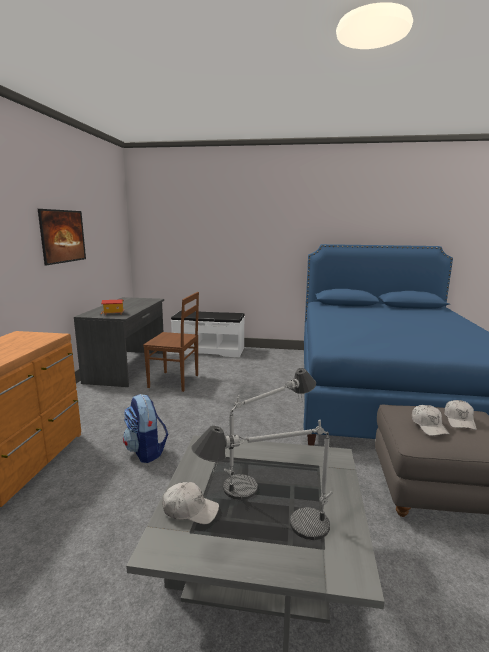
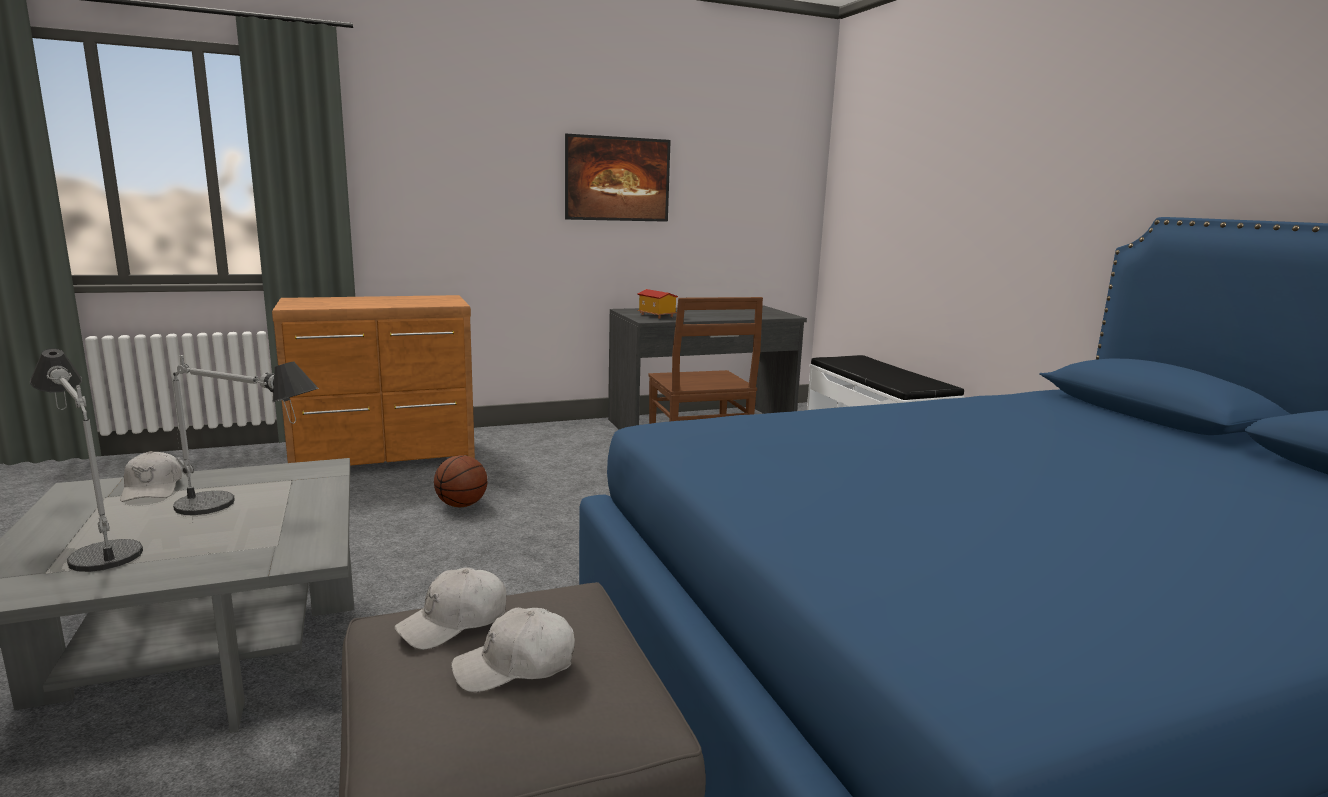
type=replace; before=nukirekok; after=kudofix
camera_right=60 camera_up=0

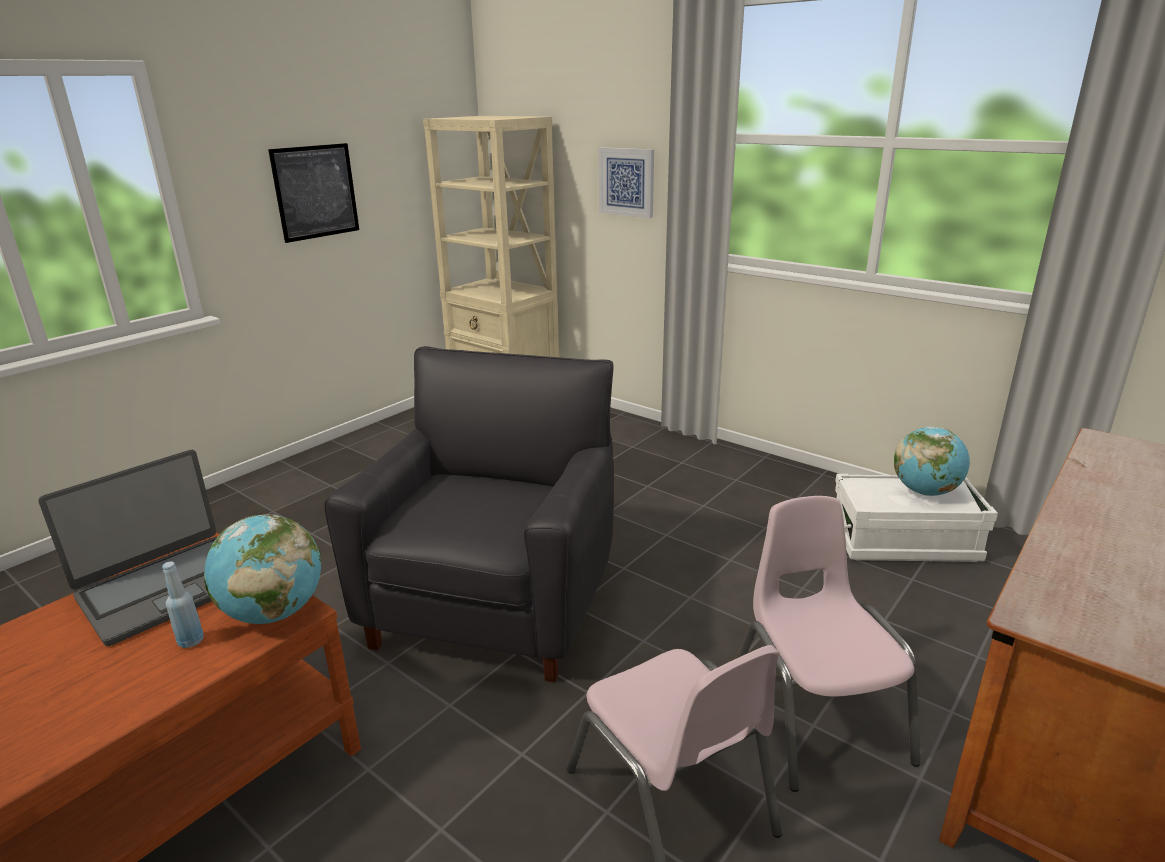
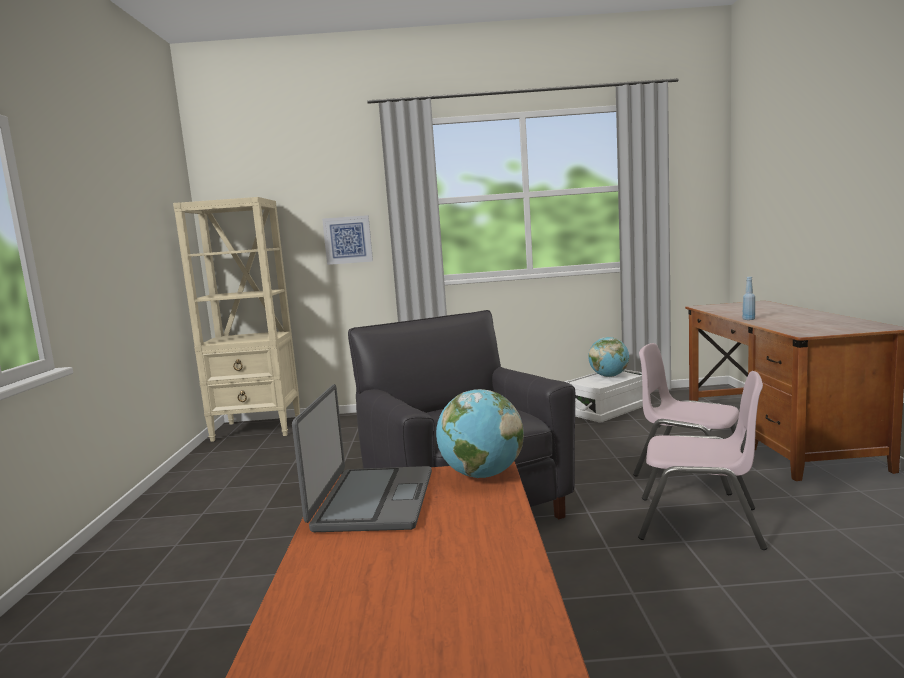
type=delete; before=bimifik (1st from left)
type=move; before=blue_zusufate
camera_right=-40 camera_up=-15

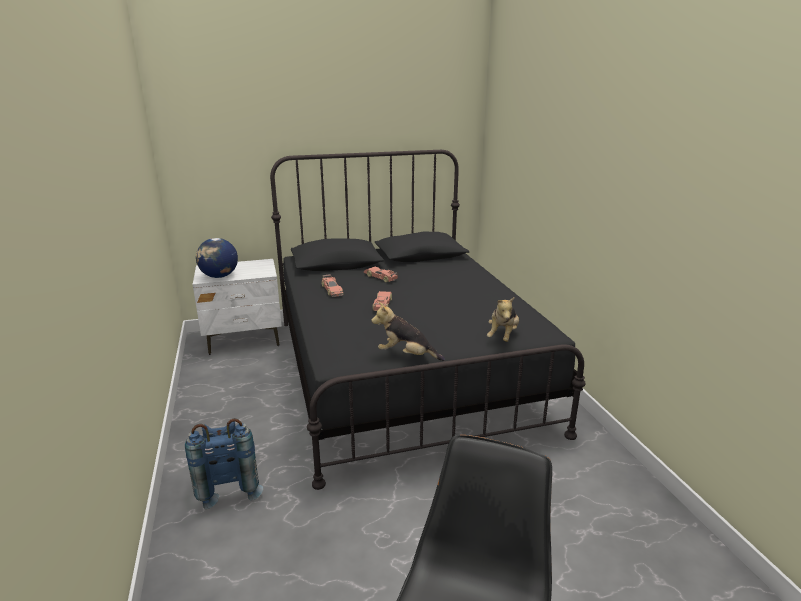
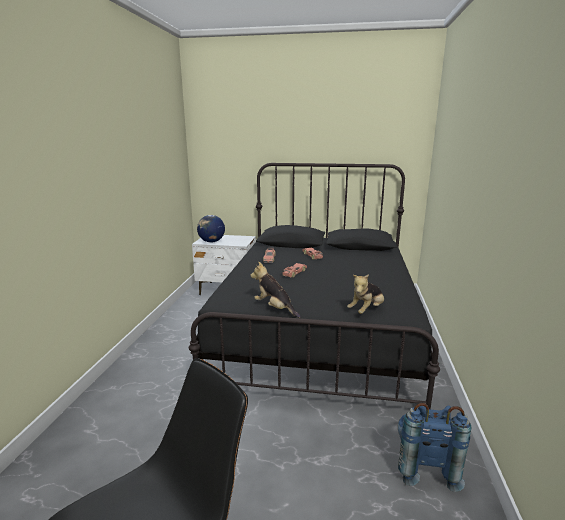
type=move; before=blue_nukirekok
camera_right=25 camera_up=-5

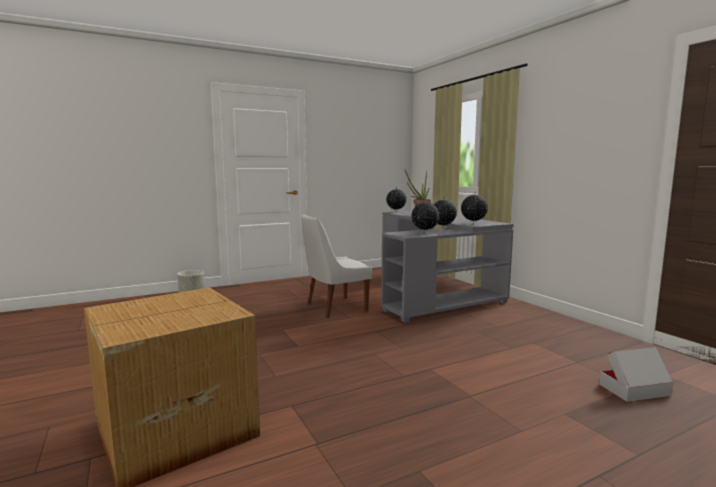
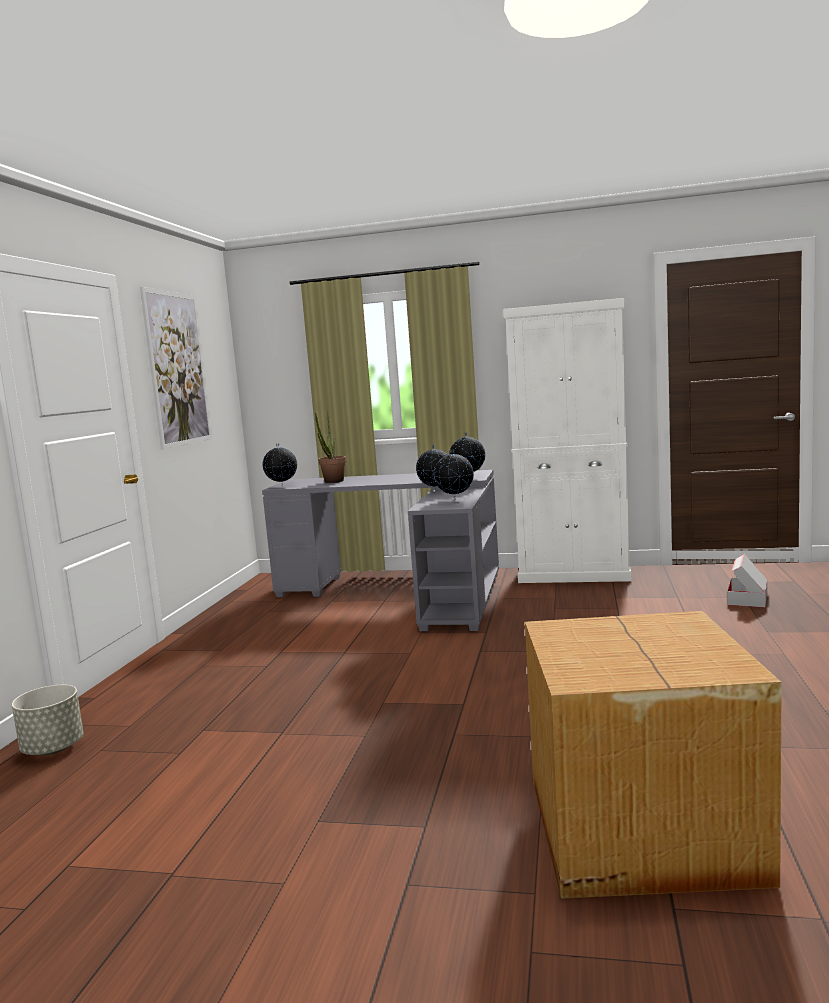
type=delete; before=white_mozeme
type=insert; after=bimifik
type=insert; after=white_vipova
camera_right=-50 camera_up=0

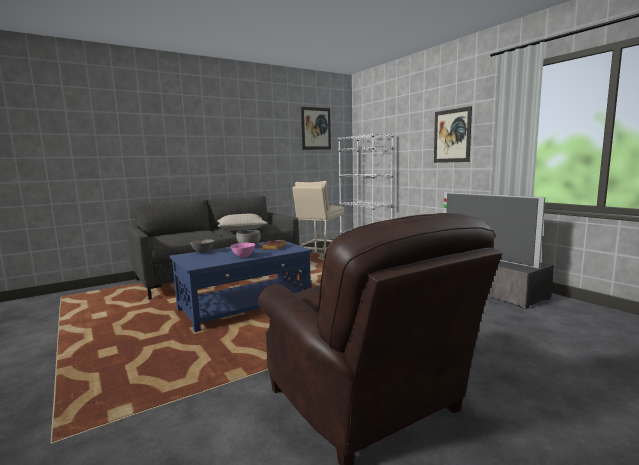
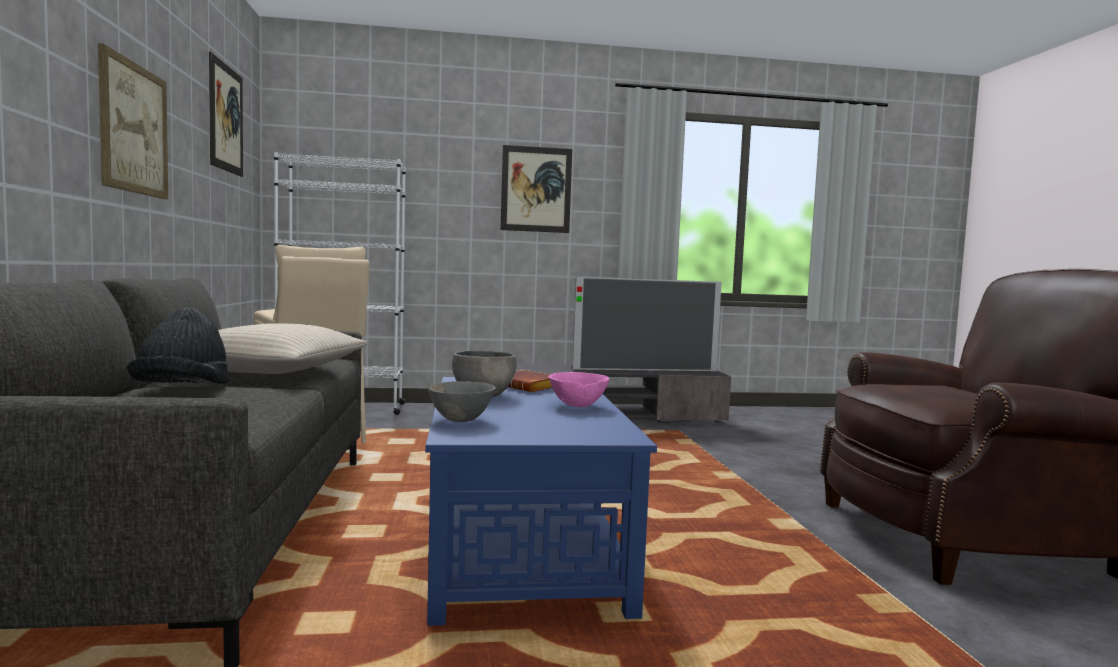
type=insert; after=bimifik (1st from left)
type=insert; after=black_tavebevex
camera_right=-65 camera_up=-5

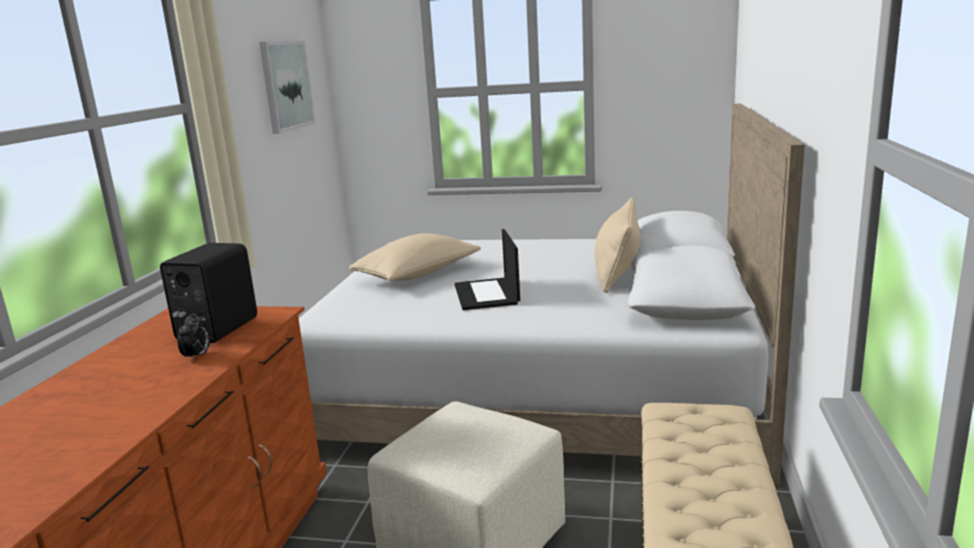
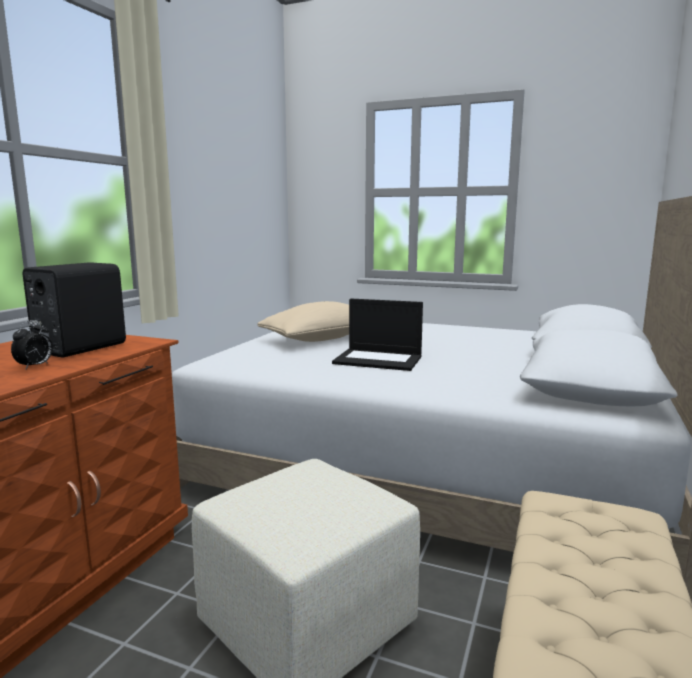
type=delete; before=bimifik
type=delete; before=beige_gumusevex (2nd from left)
type=rotate; before=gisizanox; turn=-75
camera_right=10 camera_up=-5

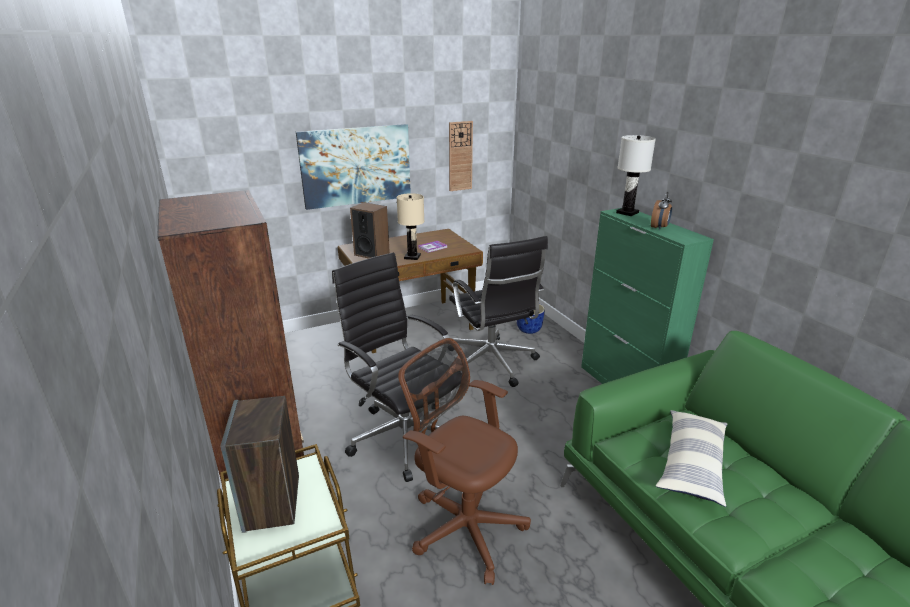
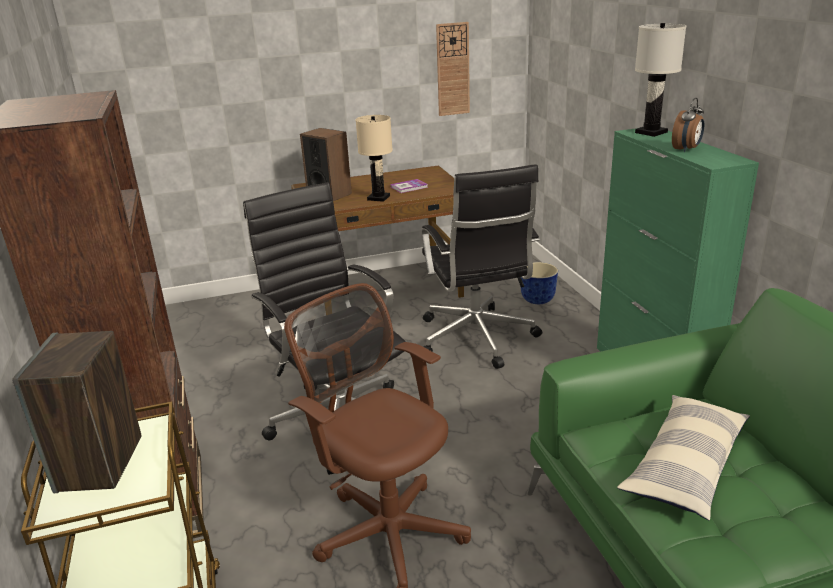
type=delete; before=bimifik
camera_right=10 camera_up=0

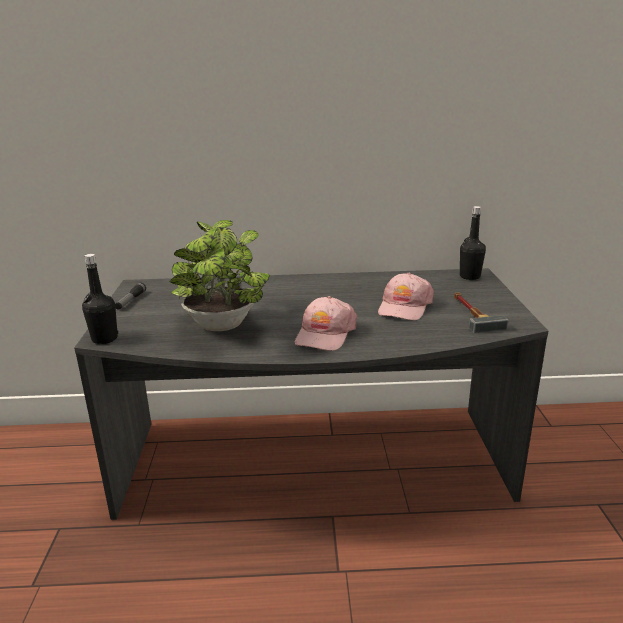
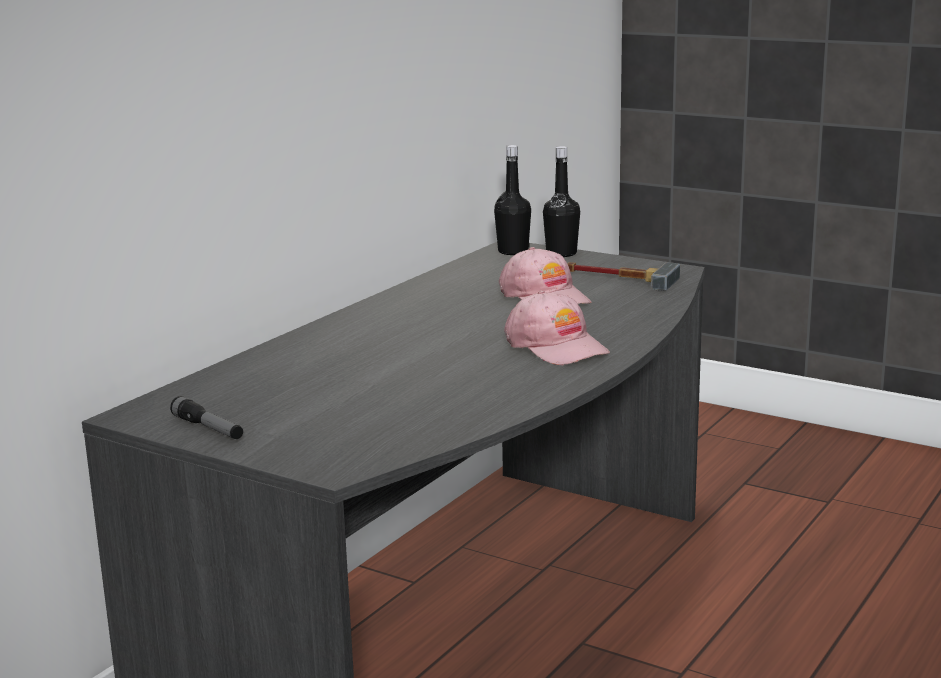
type=delete; before=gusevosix
type=move; before=black_zusufate (1st from left in the first image); after=black_zusufate (2nd from left)
camera_right=-55 camera_up=-5

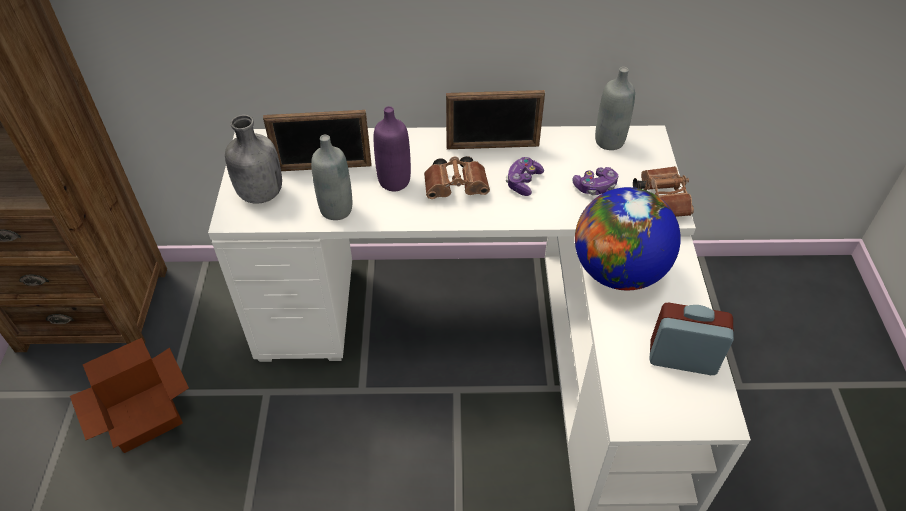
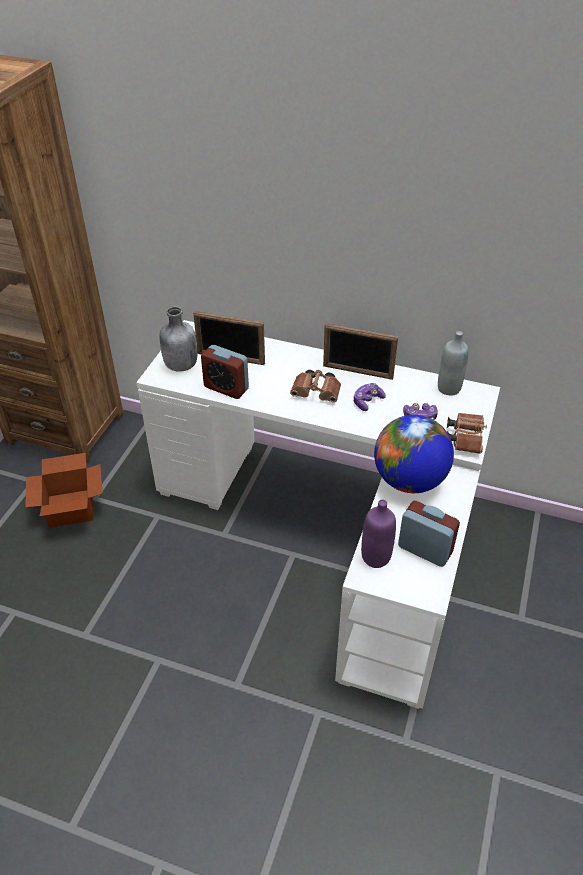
type=move; before=purple_zusufate
type=replace; before=grey_zusufate (2nd from left); after=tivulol (1st from left)
camera_right=20 camera_up=-5

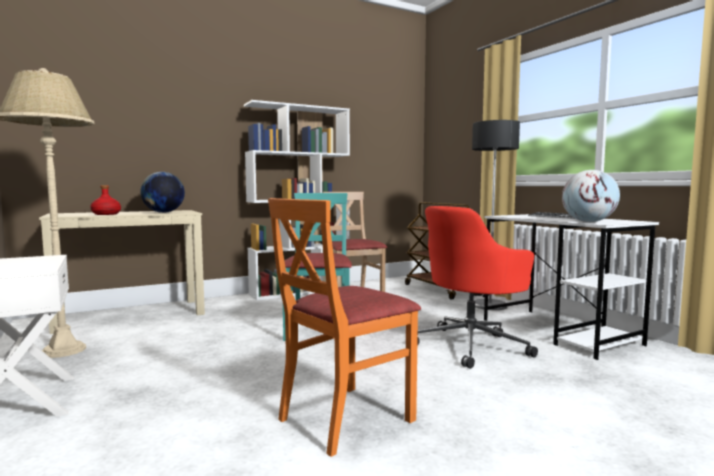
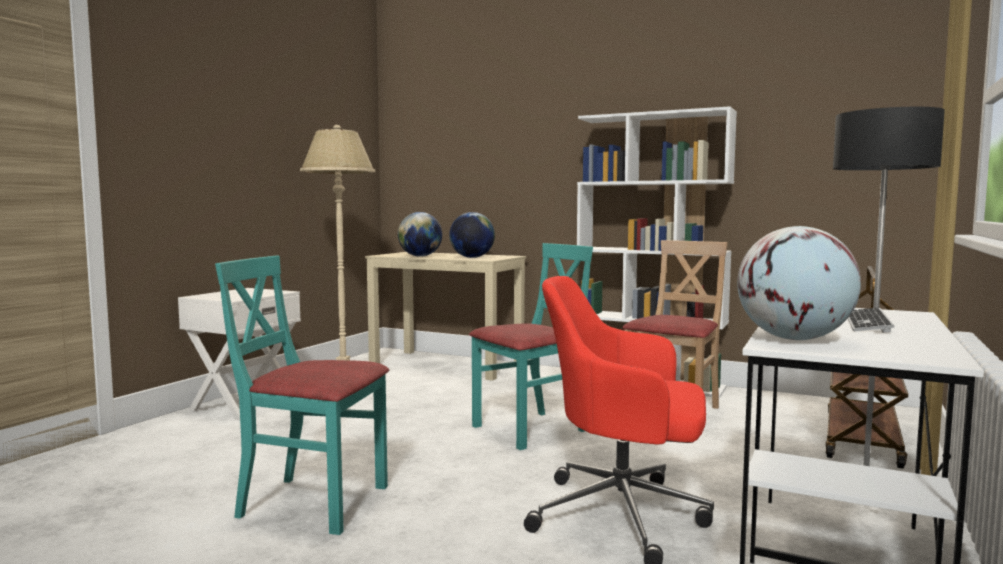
type=replace; before=red_zusufate; after=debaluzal (1st from left)
type=recolor; before=orange_mozeme; after=turquoise_mozeme (1st from left)
camera_right=55 camera_up=0

